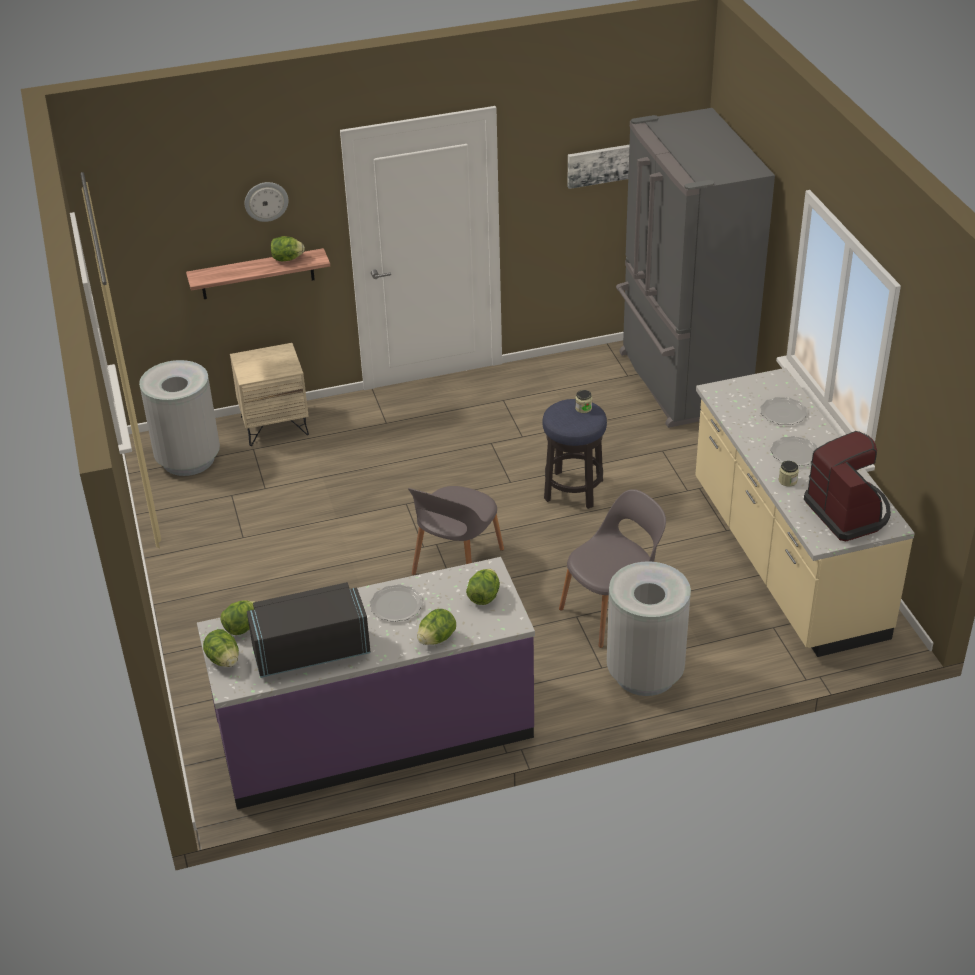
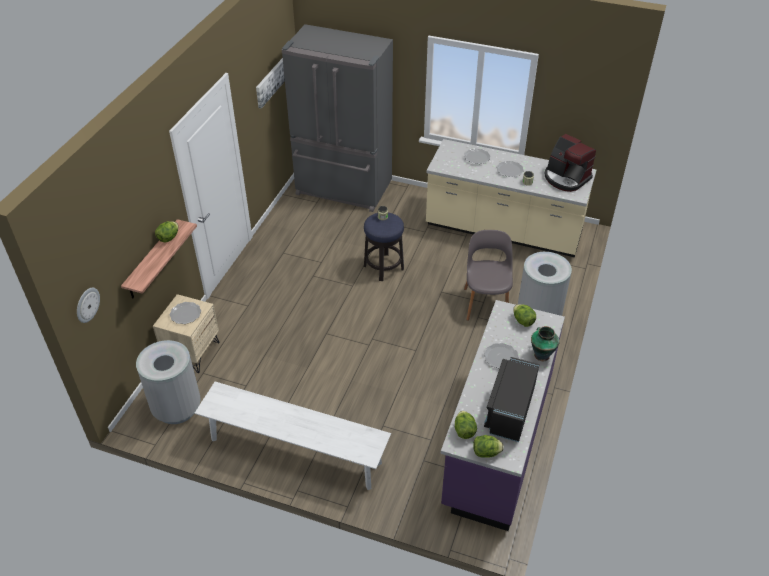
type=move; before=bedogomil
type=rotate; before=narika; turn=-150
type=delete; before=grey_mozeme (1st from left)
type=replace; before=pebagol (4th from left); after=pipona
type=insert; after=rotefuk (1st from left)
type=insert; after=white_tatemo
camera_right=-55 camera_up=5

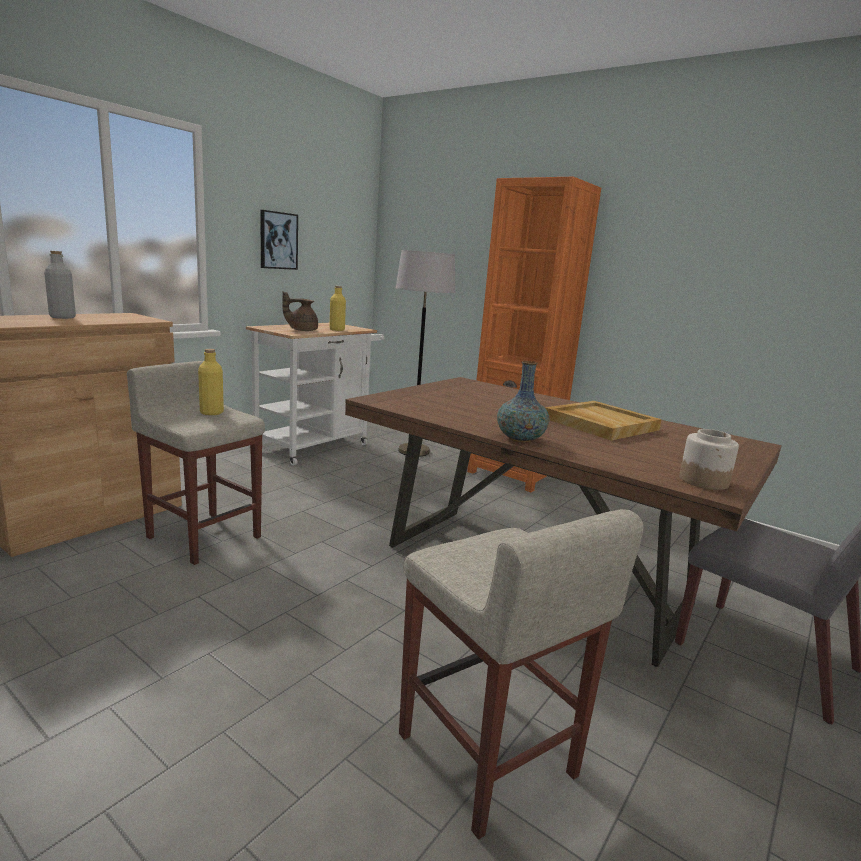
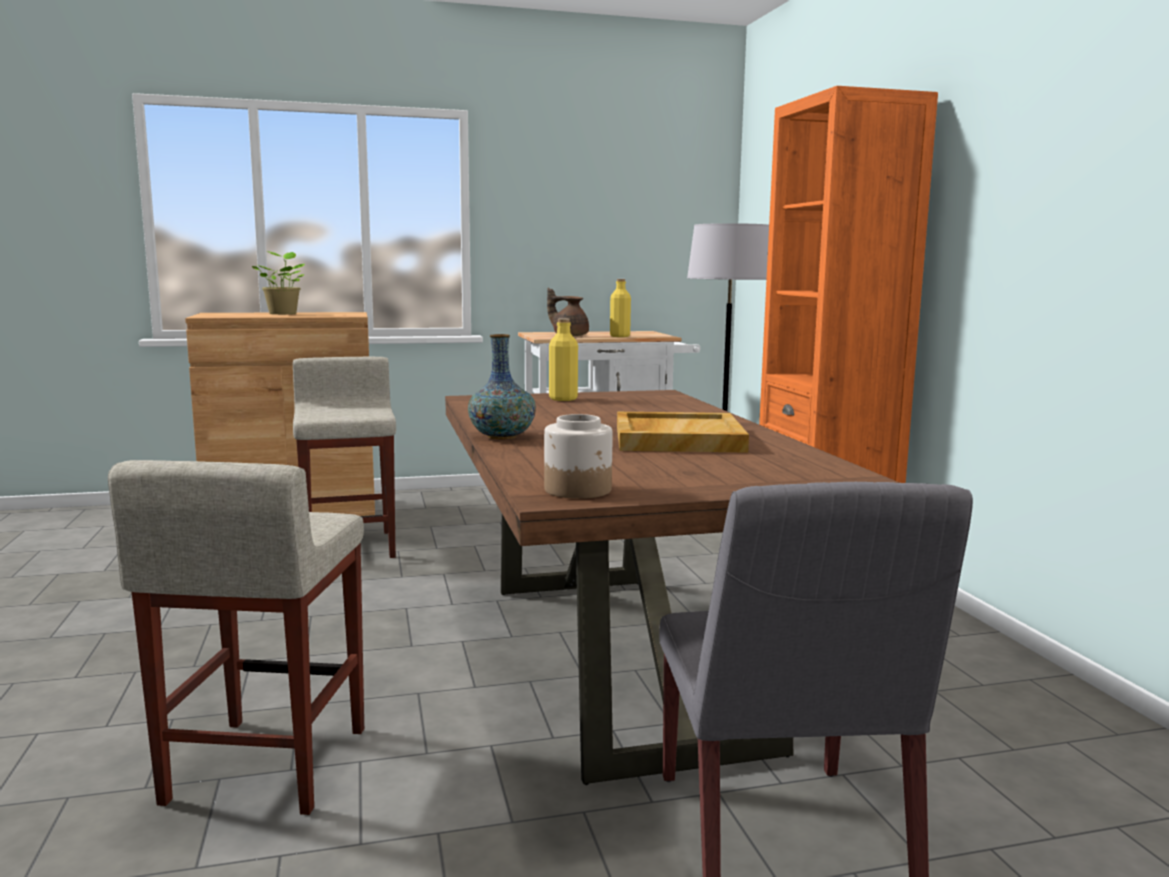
type=delete; before=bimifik
type=replace; before=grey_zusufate; after=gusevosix
type=move; before=yellow_zusufate (1st from left)
camera_right=40 camera_up=-5

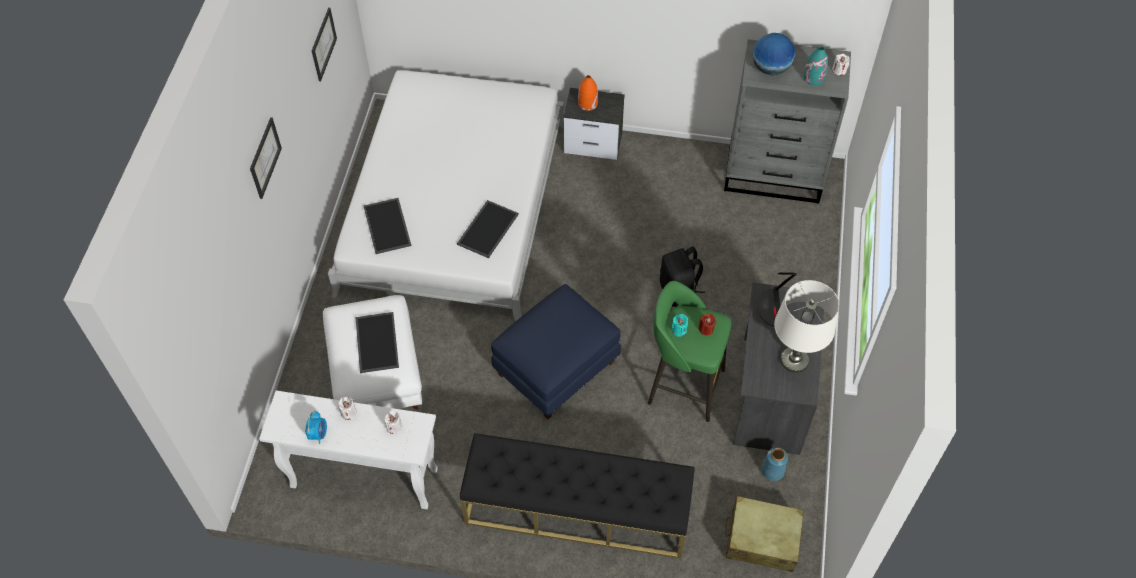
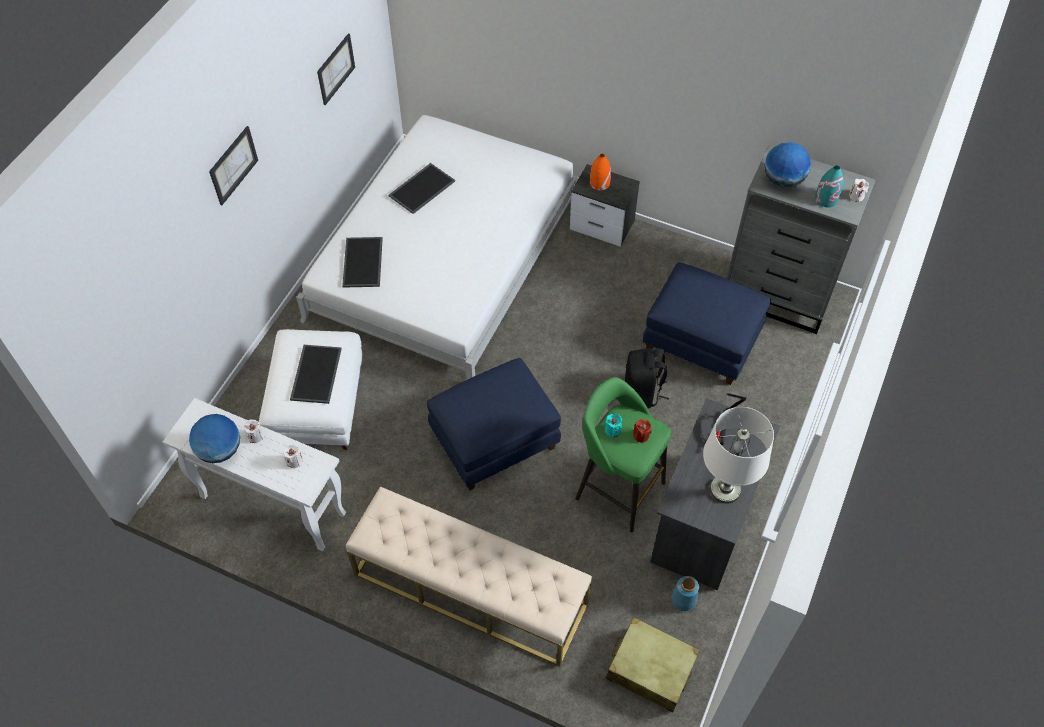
type=move; before=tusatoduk (3rd from left)
type=replace; before=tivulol; after=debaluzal (1st from left)
type=recolor; before=black_tatemo; after=beige_tatemo
type=insert; after=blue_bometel (2nd from left)
camera_right=15 camera_up=0

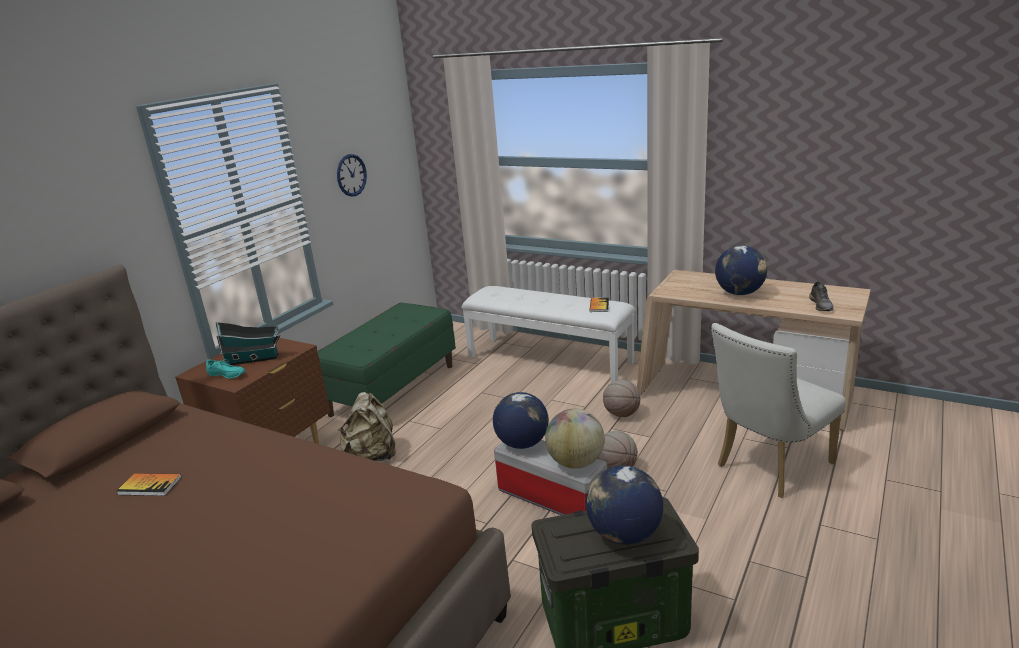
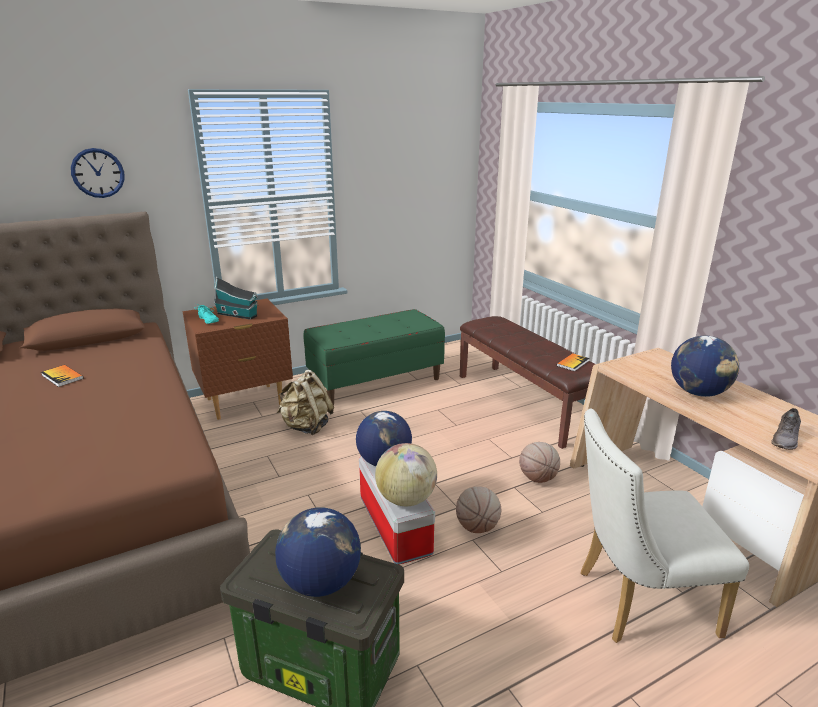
type=move; before=bedogomil
type=recolor; before=white_tatemo; after=brown_tatemo
camera_right=30 camera_up=0

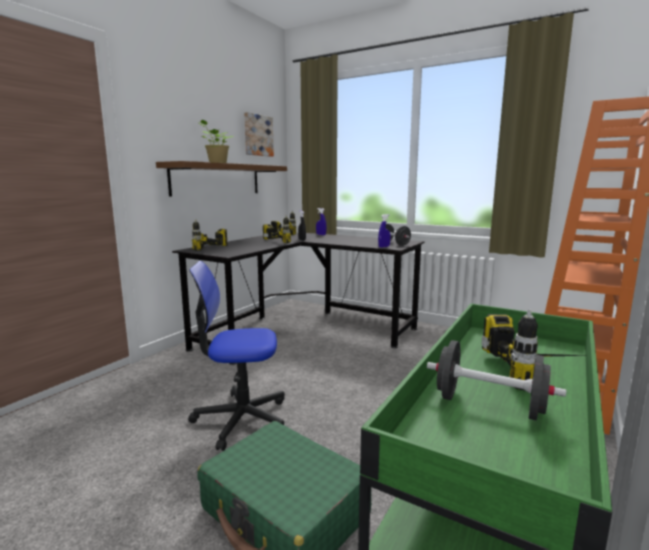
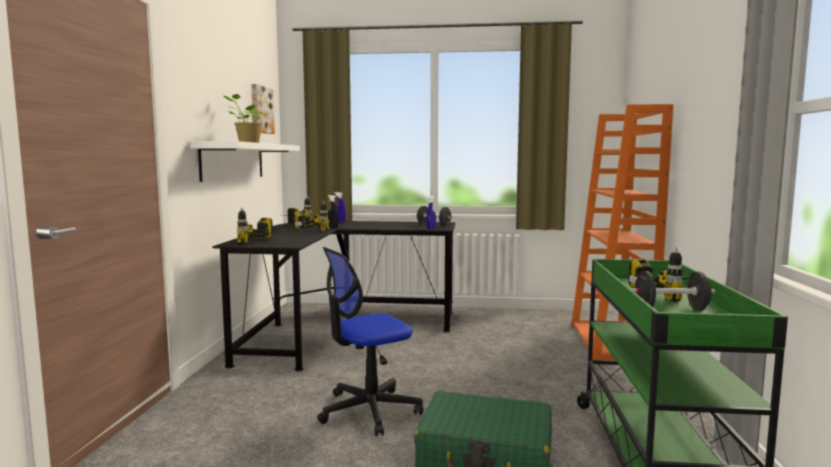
type=recolor; before=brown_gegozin; after=white_gegozin
camera_right=-25 camera_up=-5

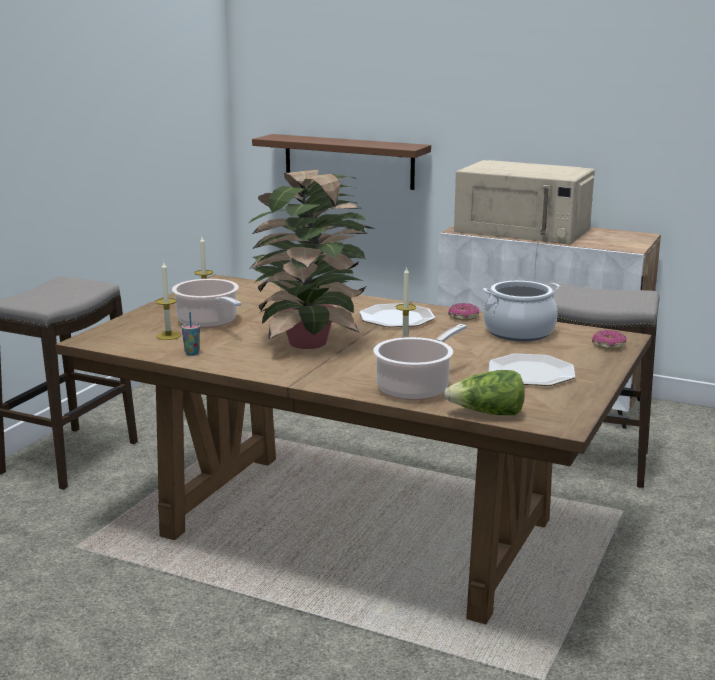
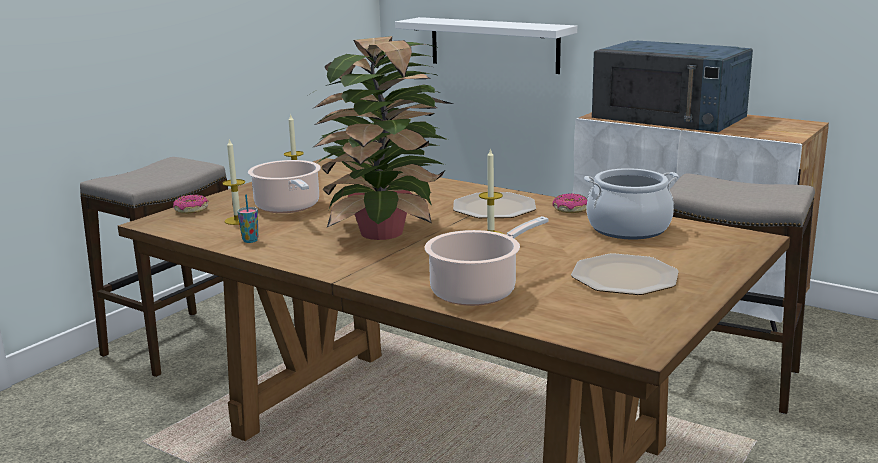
type=recolor; before=brown_gegozin; after=white_gegozin
type=recolor; before=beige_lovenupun; after=blue_lovenupun
type=move; before=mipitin (2nd from left in the first image); after=mipitin (1st from left)
type=delete; before=pebagol
camera_right=10 camera_up=0

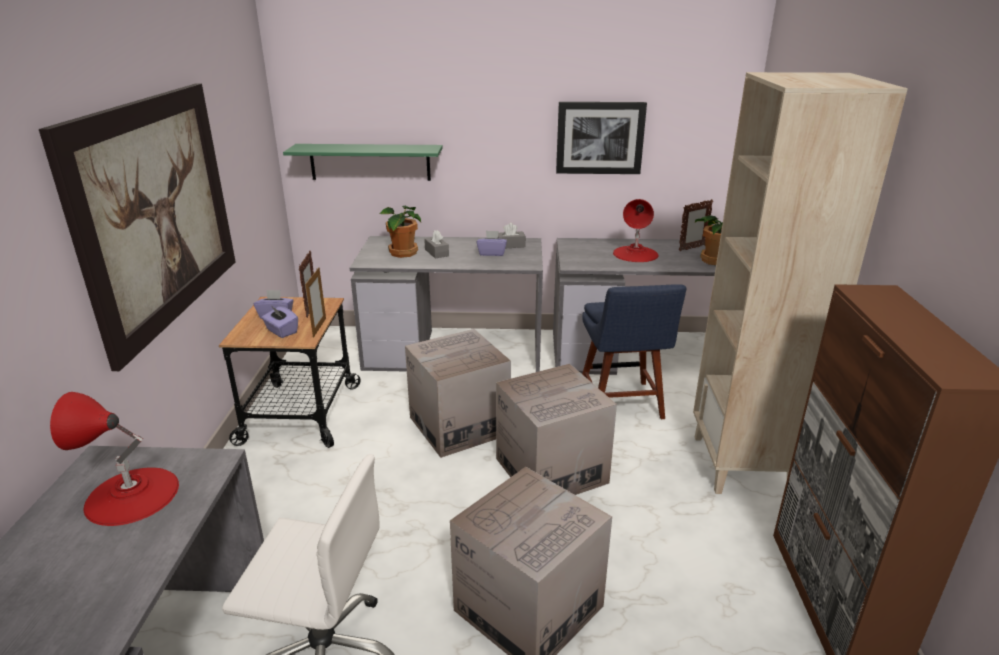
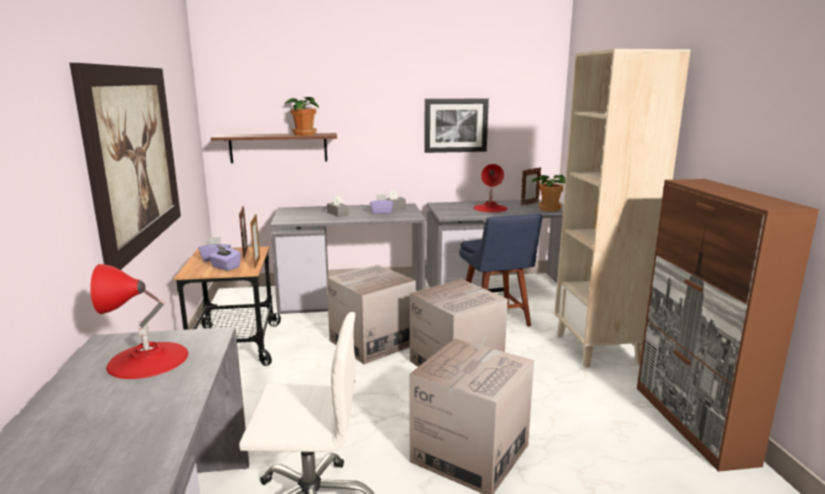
type=recolor; before=green_gegozin; after=brown_gegozin
type=move; before=gusevosix (1st from left)
camera_right=-10 camera_up=-10

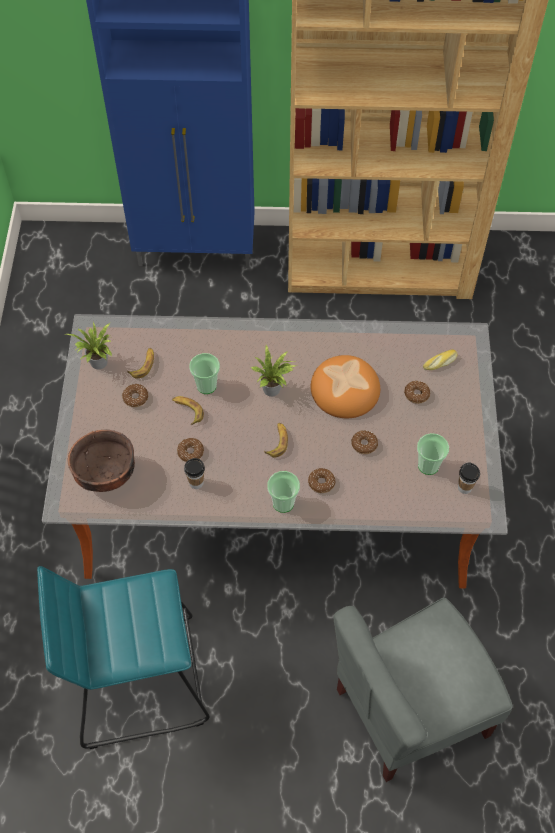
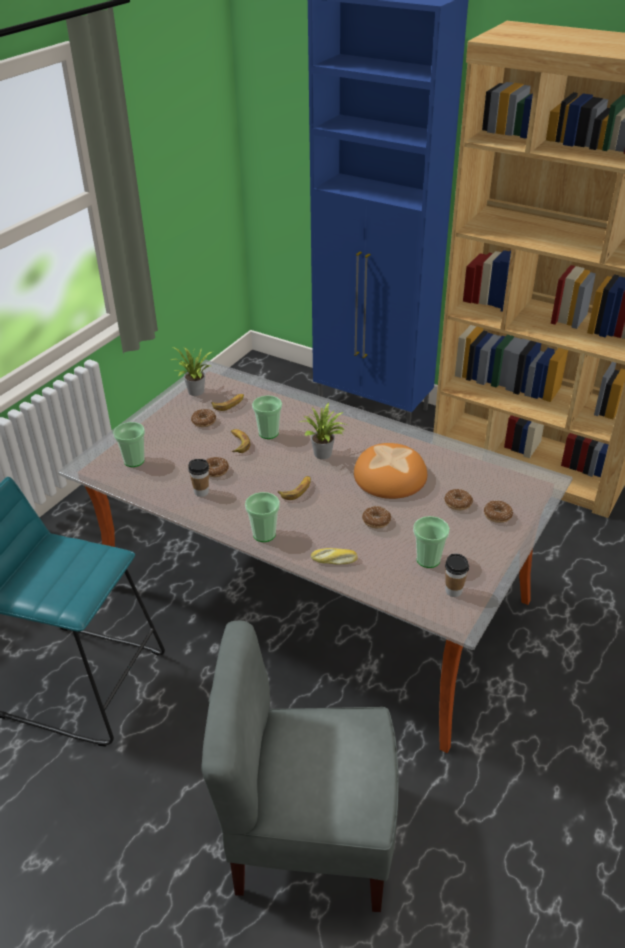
type=move; before=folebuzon (2nd from left in the first image); after=folebuzon (1st from left)
type=replace; before=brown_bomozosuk; after=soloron (1st from left)
type=move; before=mipitin (3rd from left in the first image); after=mipitin (5th from left)
camera_right=30 camera_up=-20

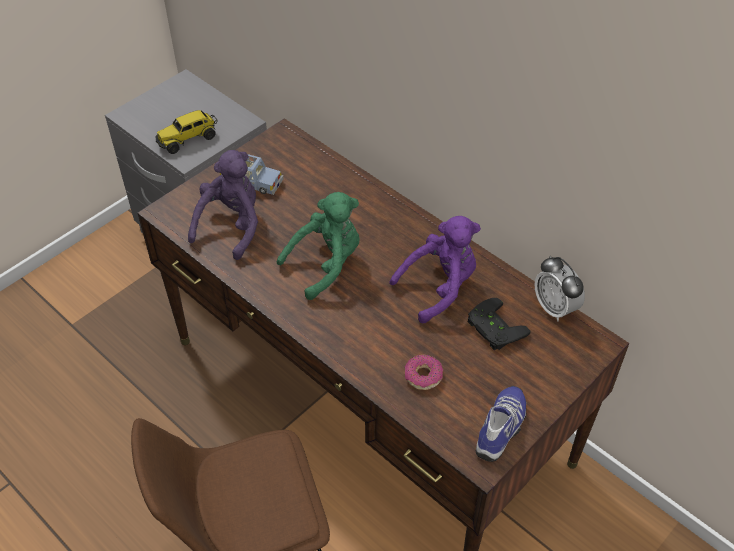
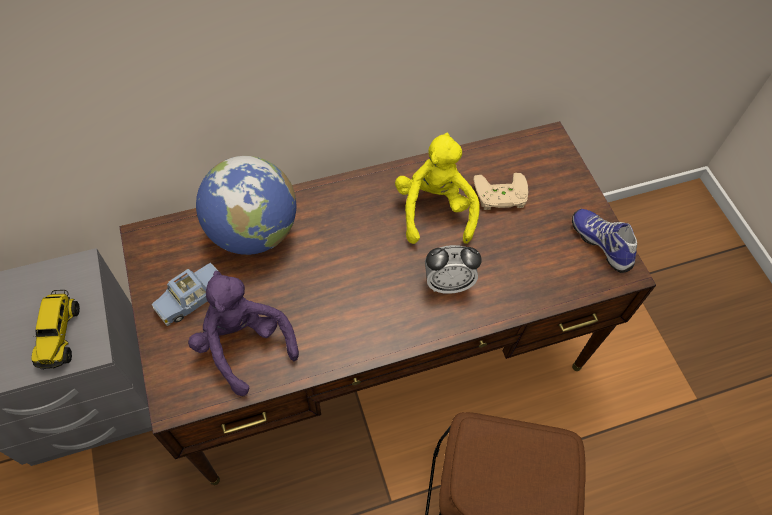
type=delete; before=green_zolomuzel
type=recolor; before=purple_zolomuzel (2nd from left); after=yellow_zolomuzel
type=move; before=tivulol
type=recolor; before=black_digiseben; after=beige_digiseben
type=delete; before=mipitin
type=insert; after=debaluzal
camera_right=-65 camera_up=10

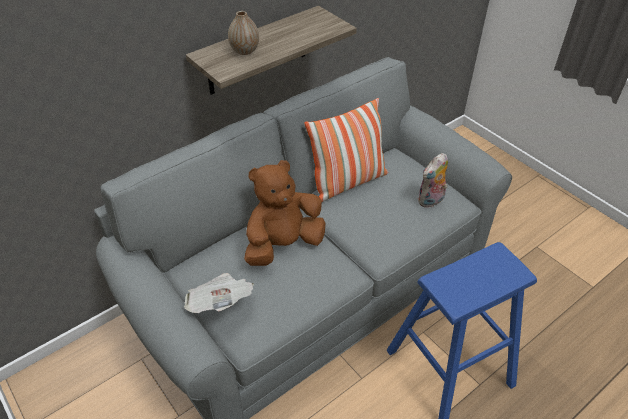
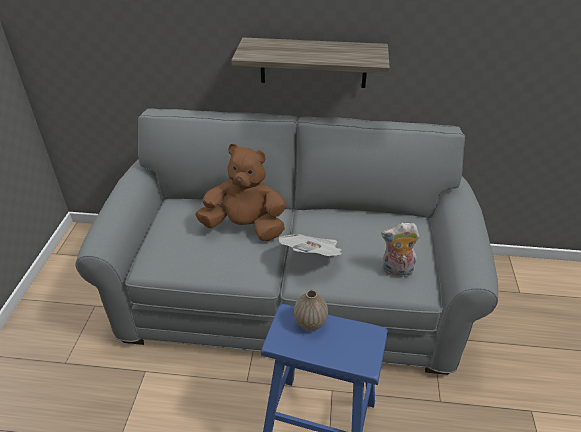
type=move; before=pipona
type=delete; before=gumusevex
type=move; before=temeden
camera_right=45 camera_up=-5

